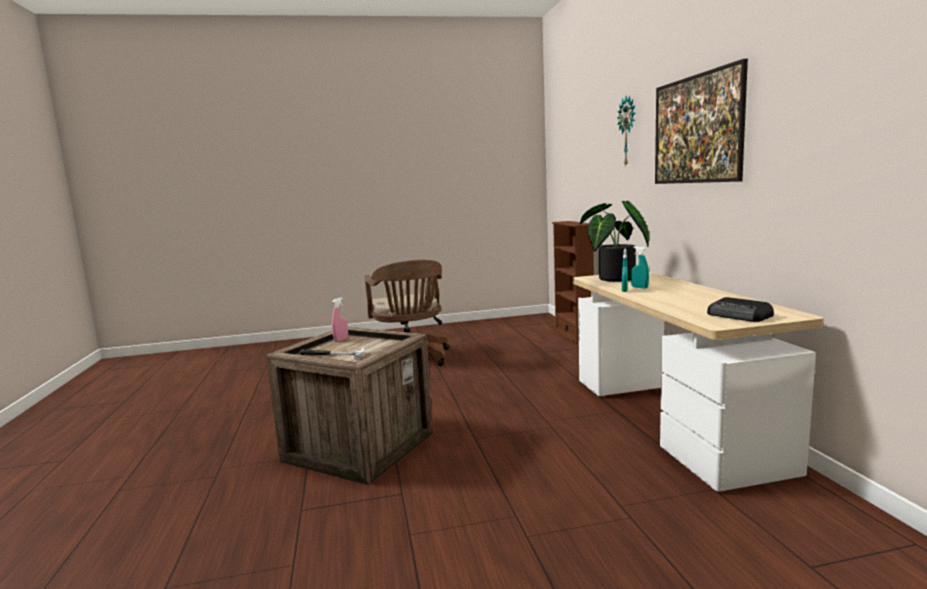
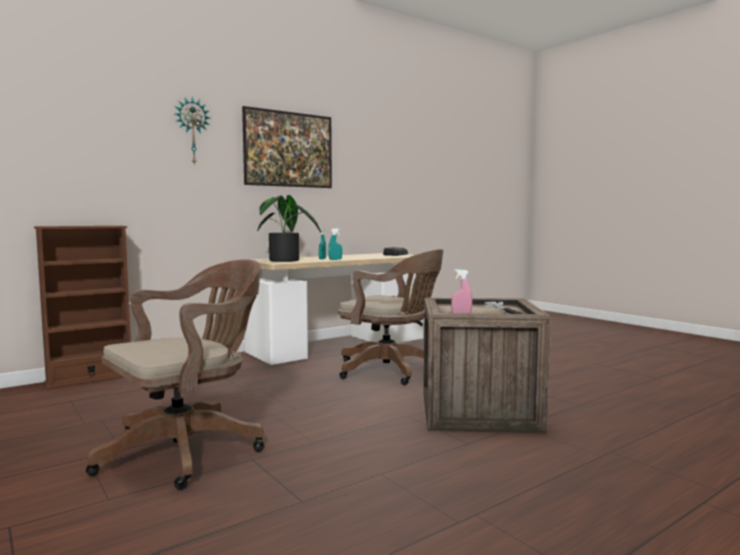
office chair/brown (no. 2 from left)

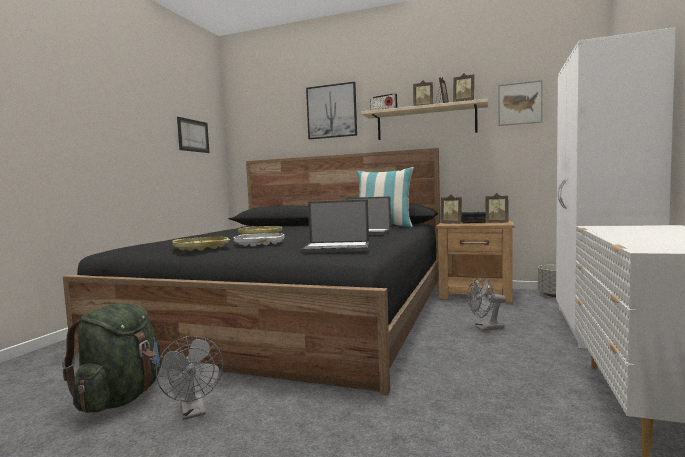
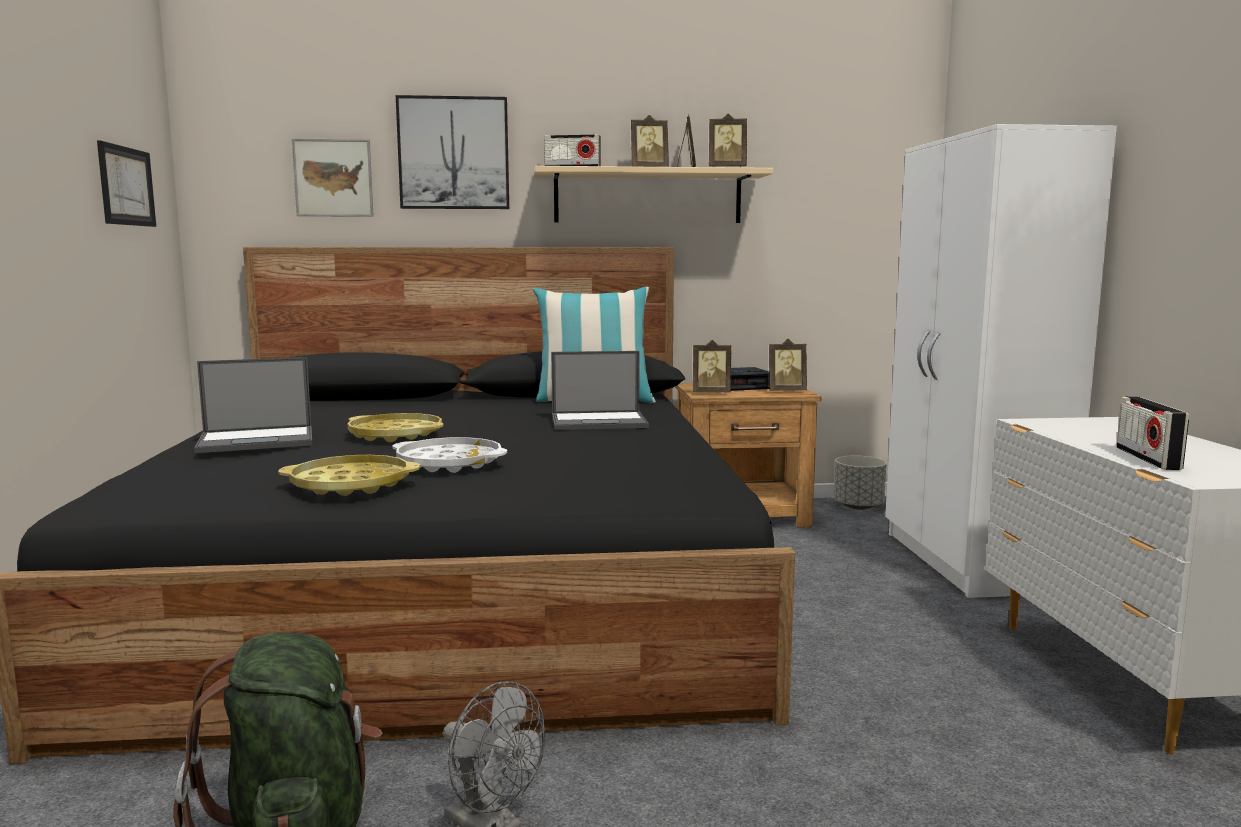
laptop (no. 1 from left)
fan/grey (no. 2 from left in the first image)
picture (no. 2 from left)
radio (no. 2 from left)

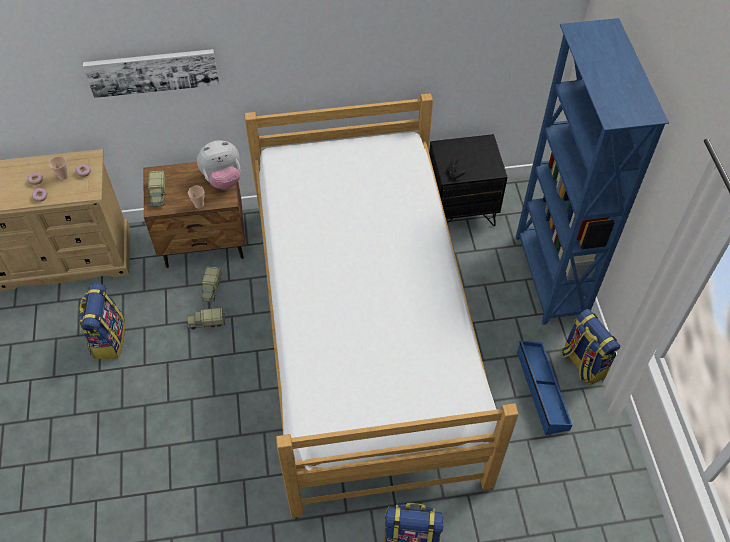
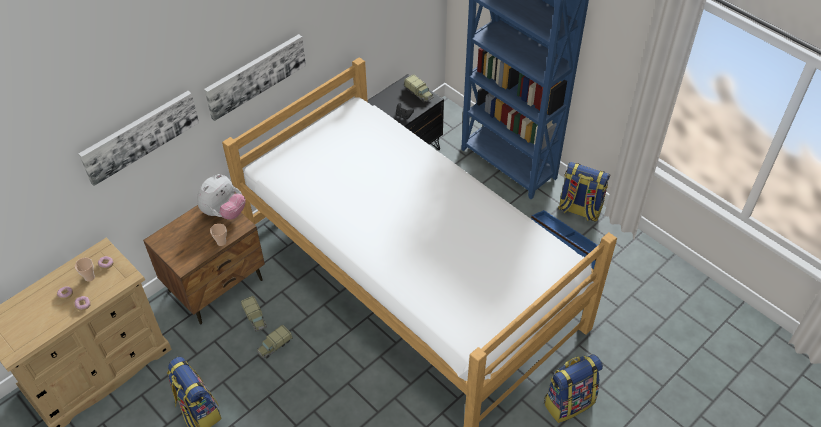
toy truck (no. 3 from left)
picture (no. 2 from left)

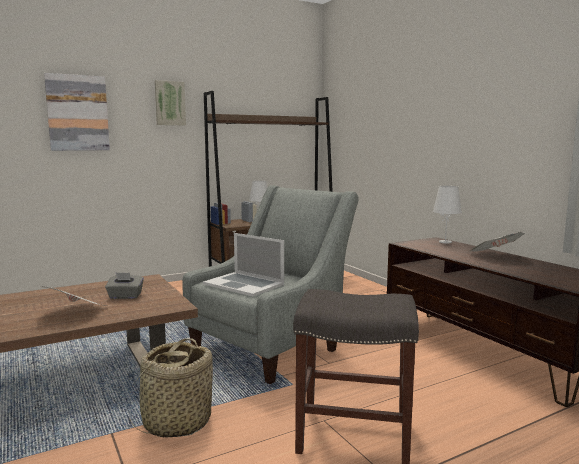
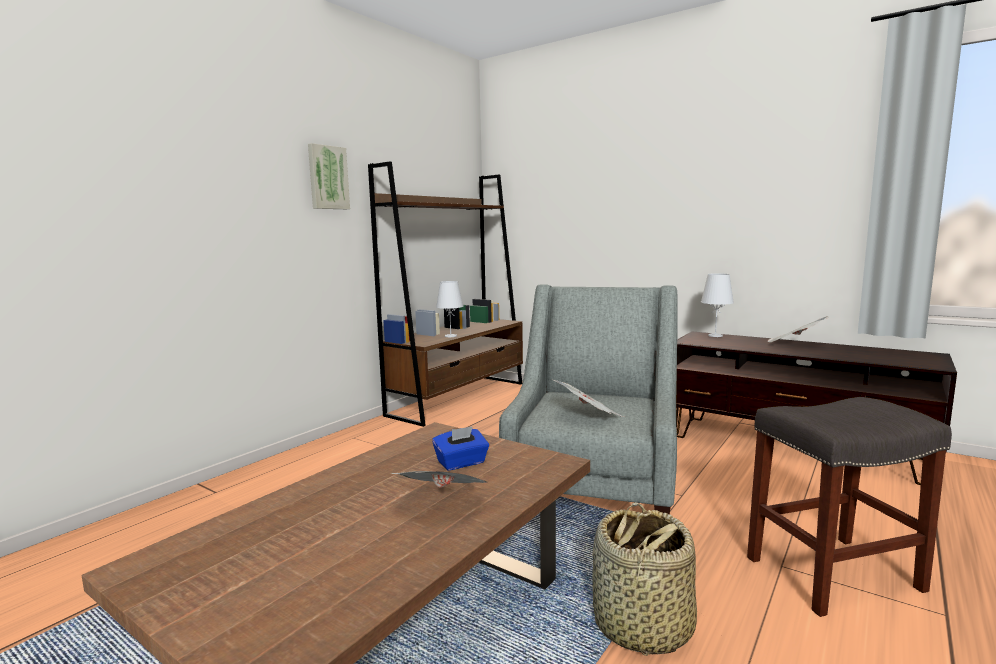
picture (no. 1 from left in the first image)
tissue box/blue
newspaper (no. 2 from left)

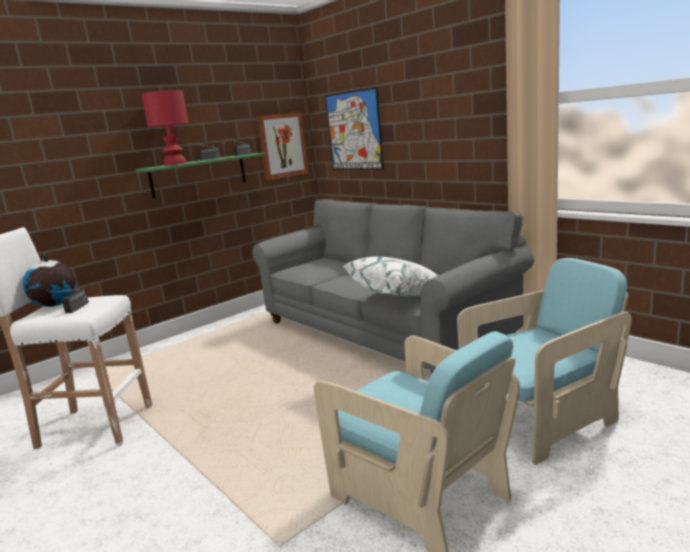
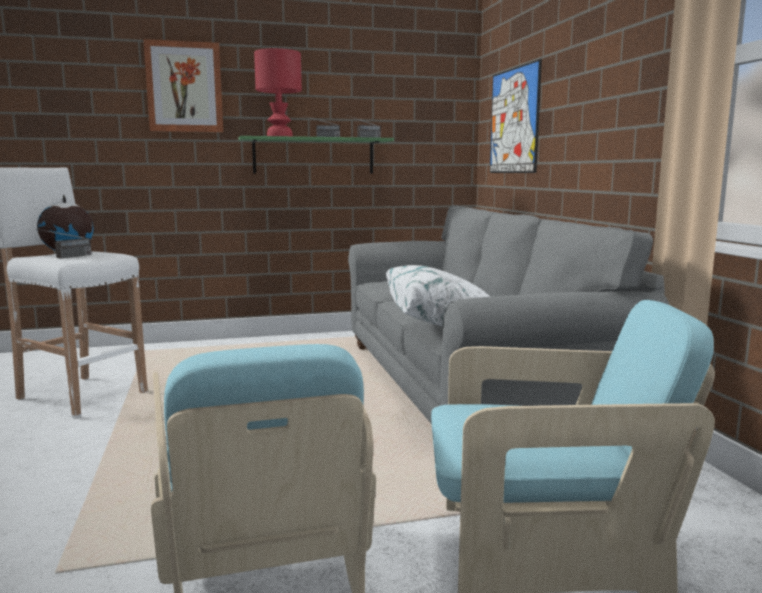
picture (no. 1 from left)

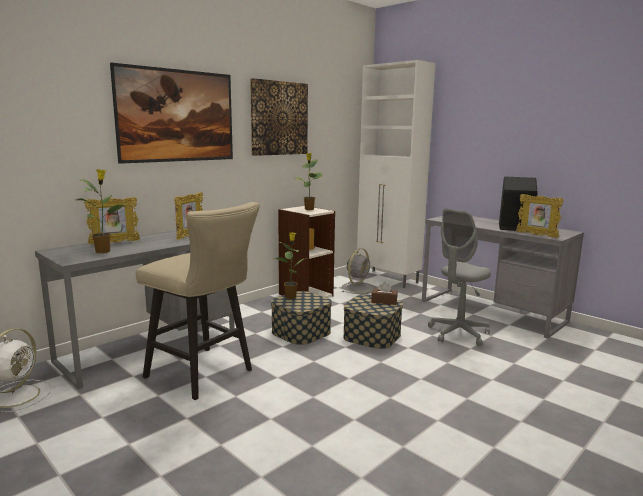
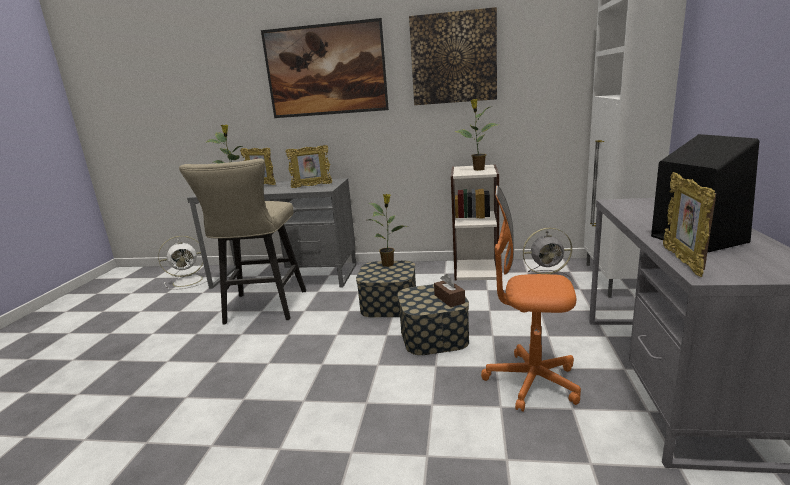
office chair/orange

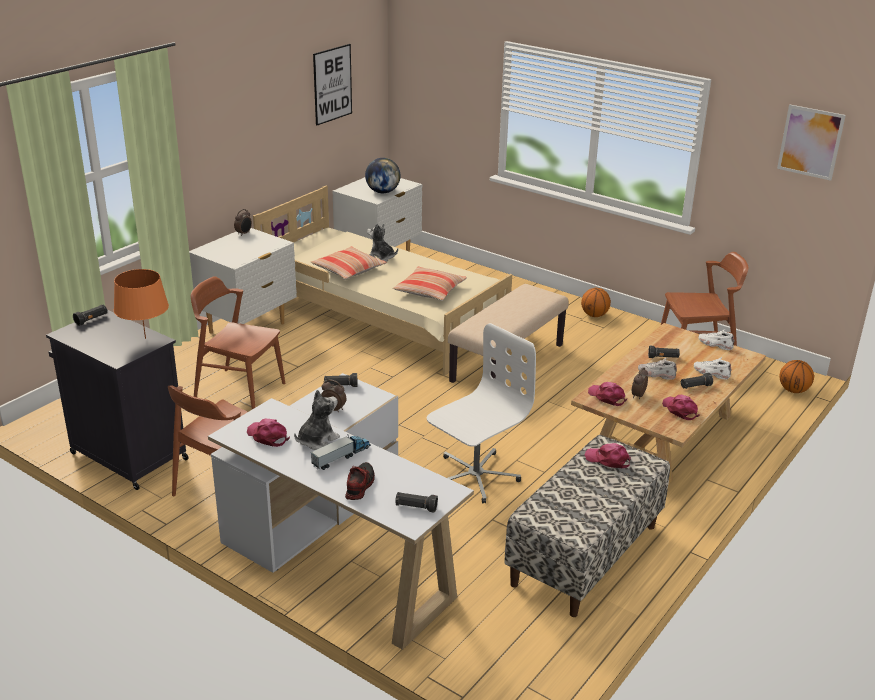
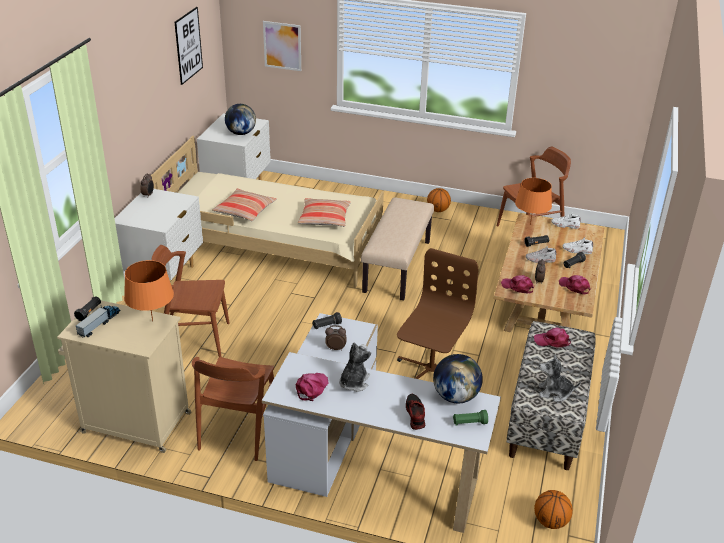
cabinet/beige
cap/pink (no. 1 from left)
toy truck
plush toy (no. 2 from left)
flashlight/green
office chair/brown
picture (no. 2 from left)
basketball (no. 2 from left)
globe (no. 2 from left)
table lamp/orange (no. 2 from left)

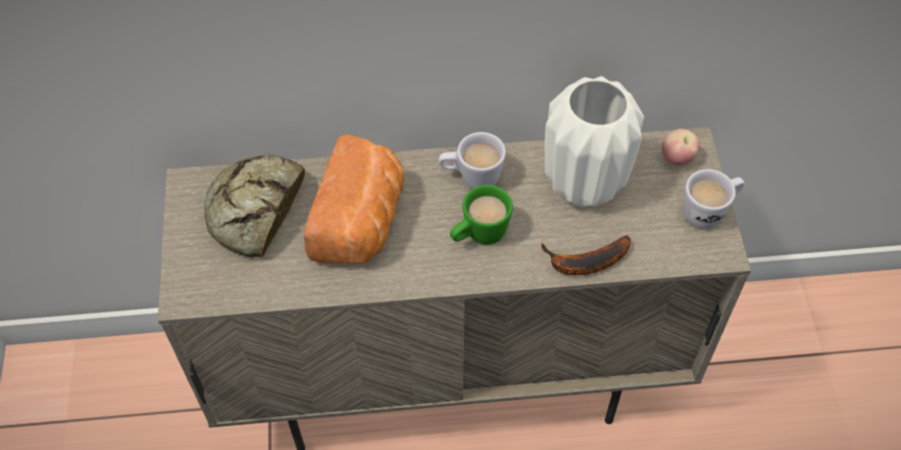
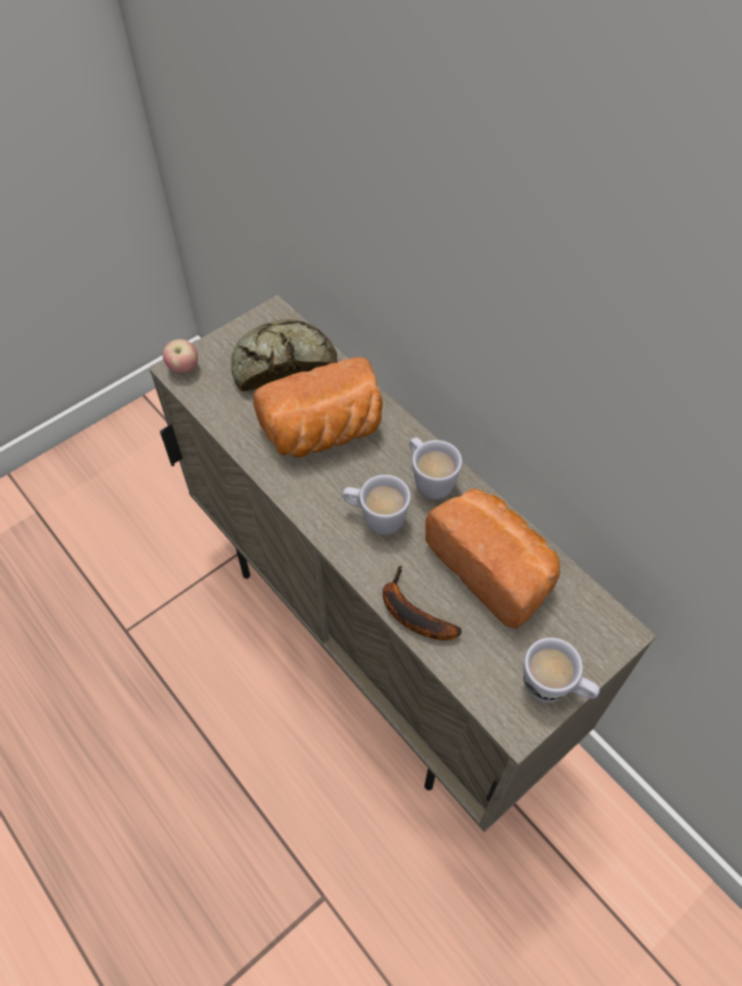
mug/white (no. 1 from left)
bread (no. 3 from left)
apple

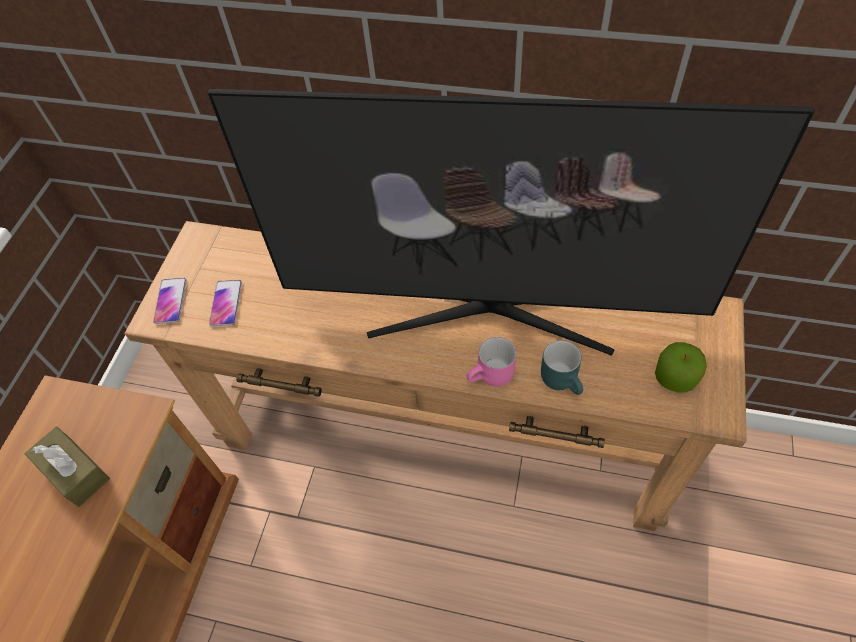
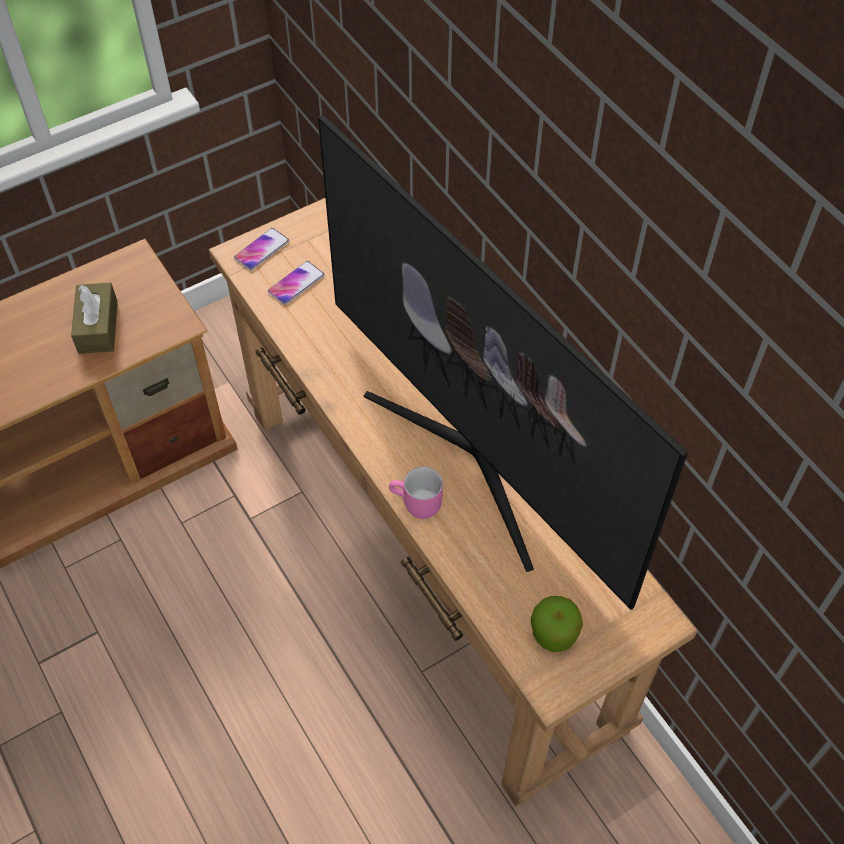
mug/turquoise

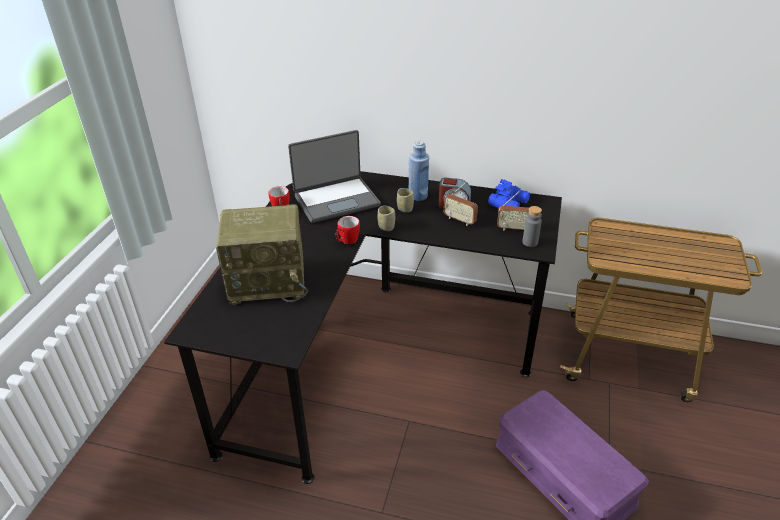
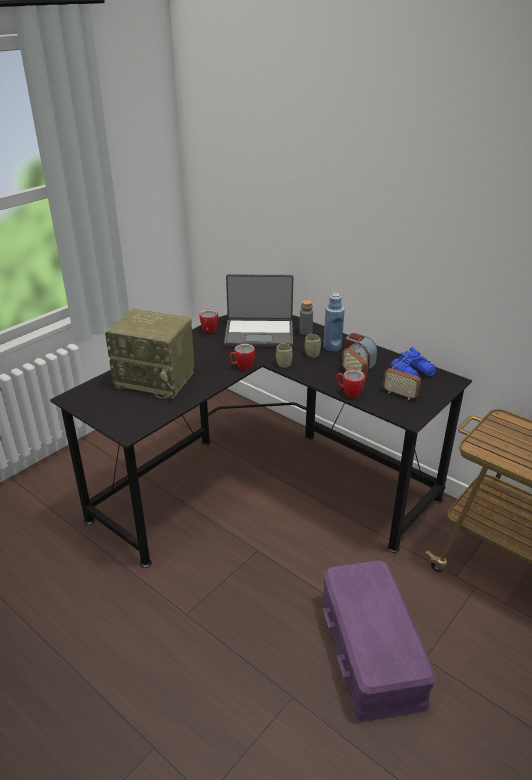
bottle/grey
mug (no. 3 from left)

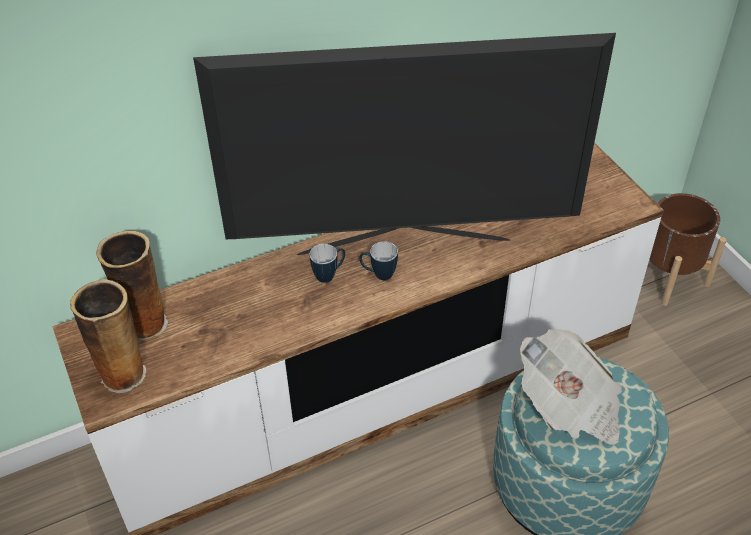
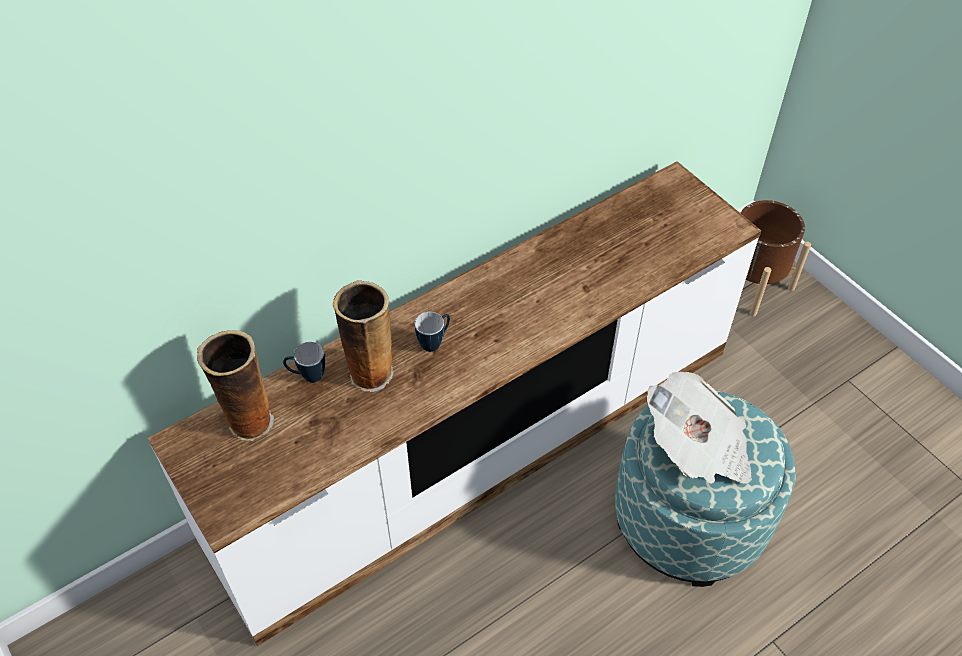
vase (no. 2 from left)
television
mug (no. 1 from left)

